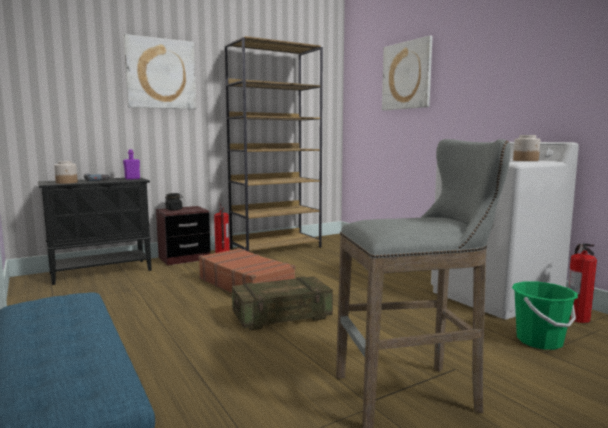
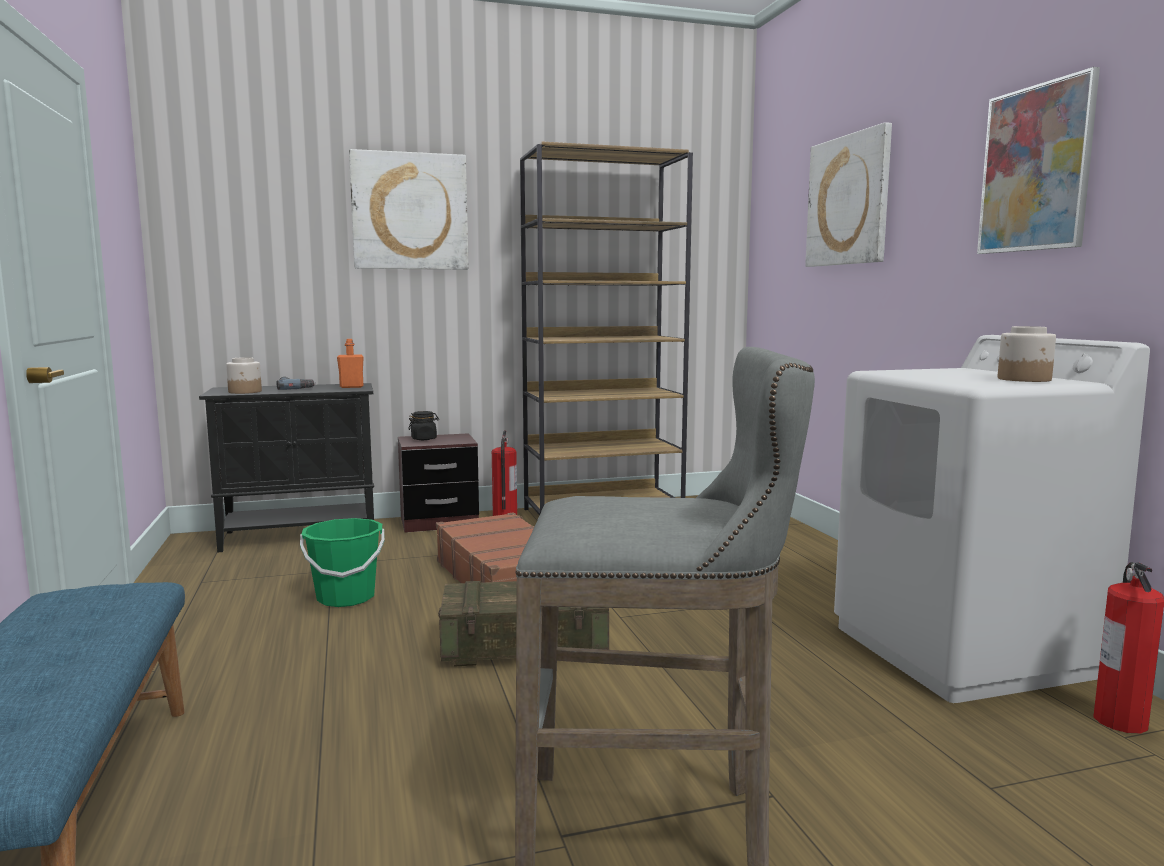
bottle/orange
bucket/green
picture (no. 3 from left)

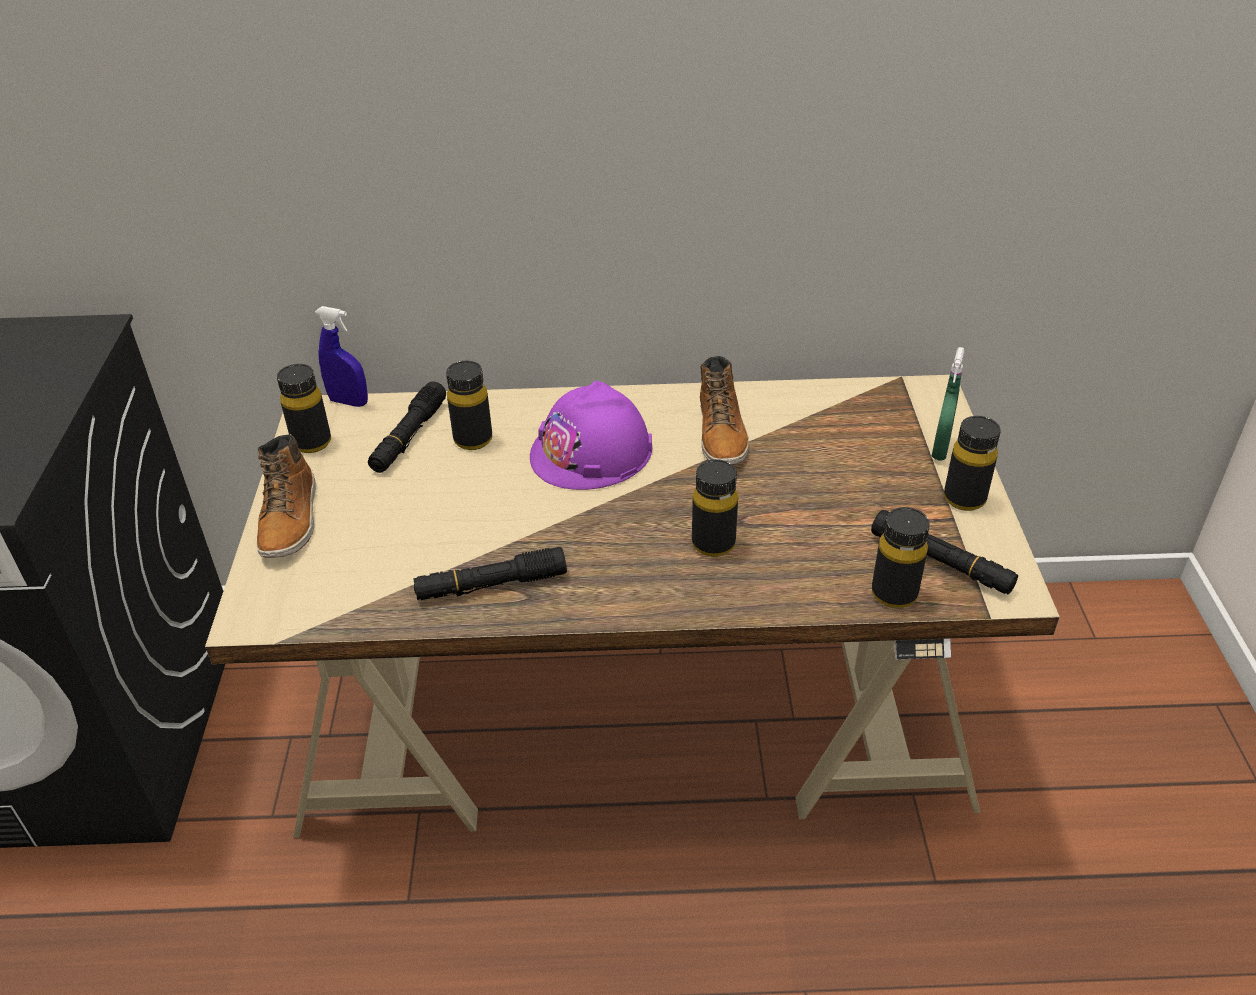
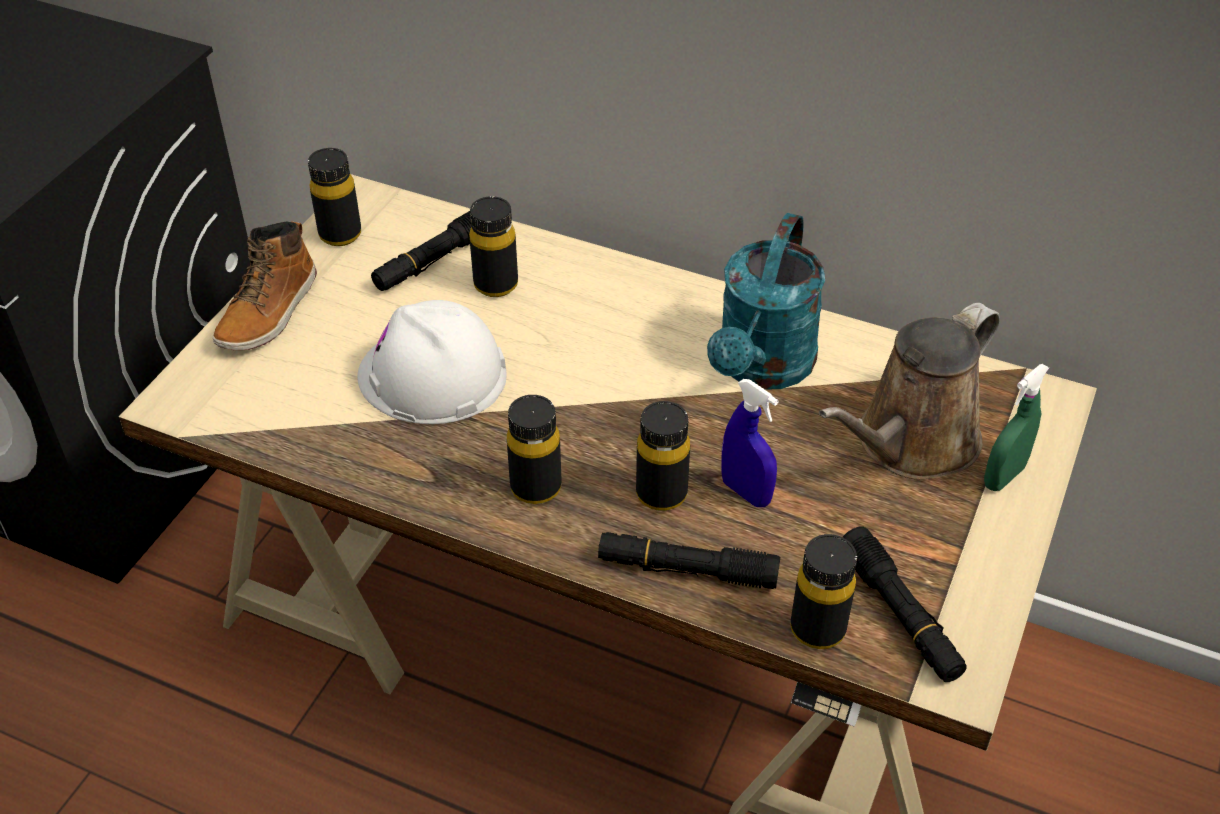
spray bottle/blue
flashlight/black (no. 2 from left)
hard hat/purple
watering can/turquoise
bottle/black (no. 3 from left)
hard hat/white
watering can/brown

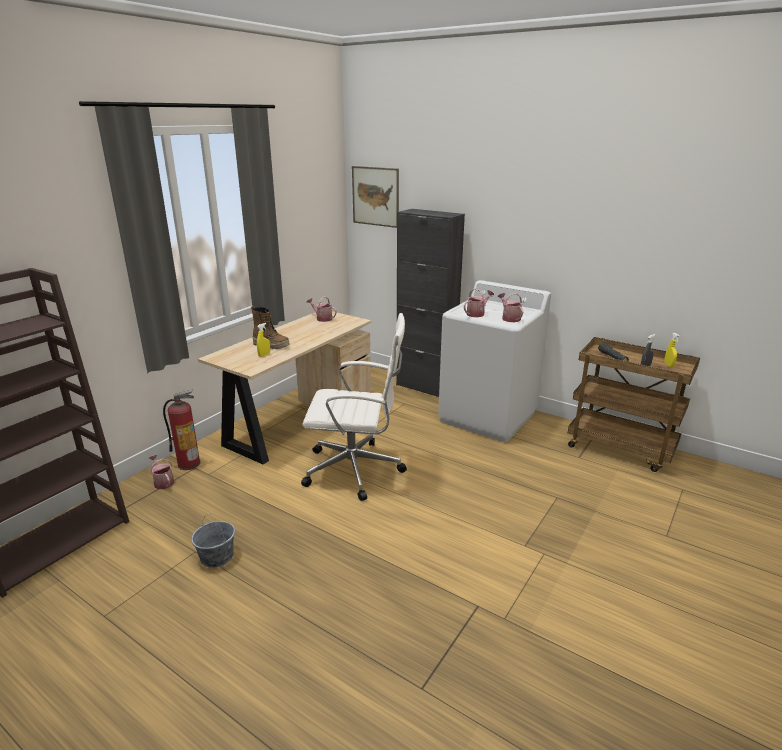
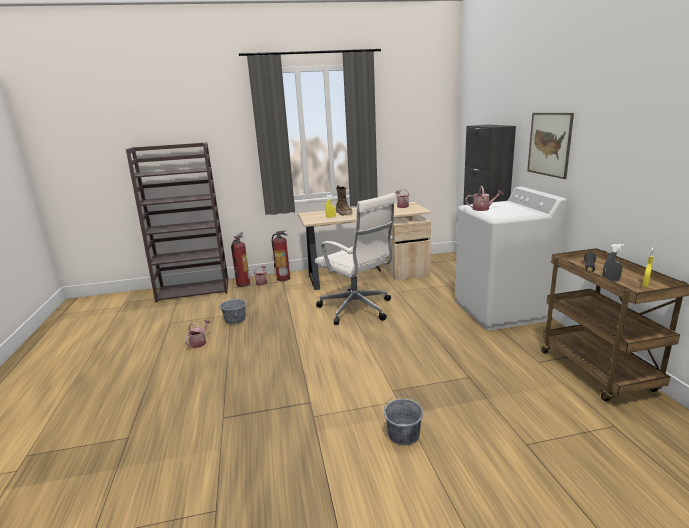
picture
watering can (no. 1 from left)
fire extinguisher (no. 1 from left)
bucket/grey (no. 2 from left)

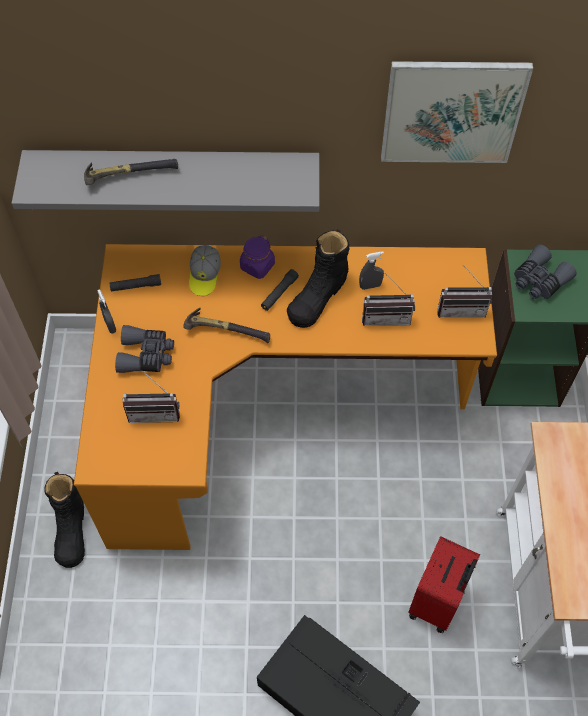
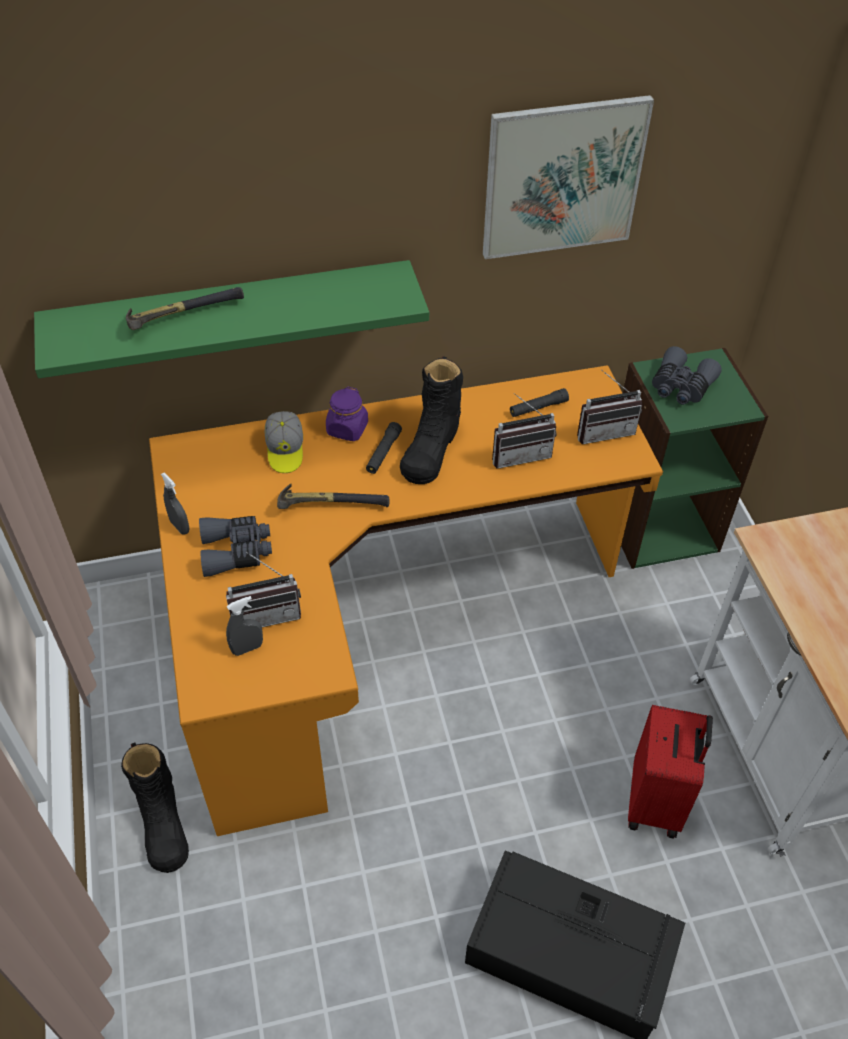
shelf/green
flashlight/black (no. 2 from left)
spray bottle/grey (no. 2 from left)

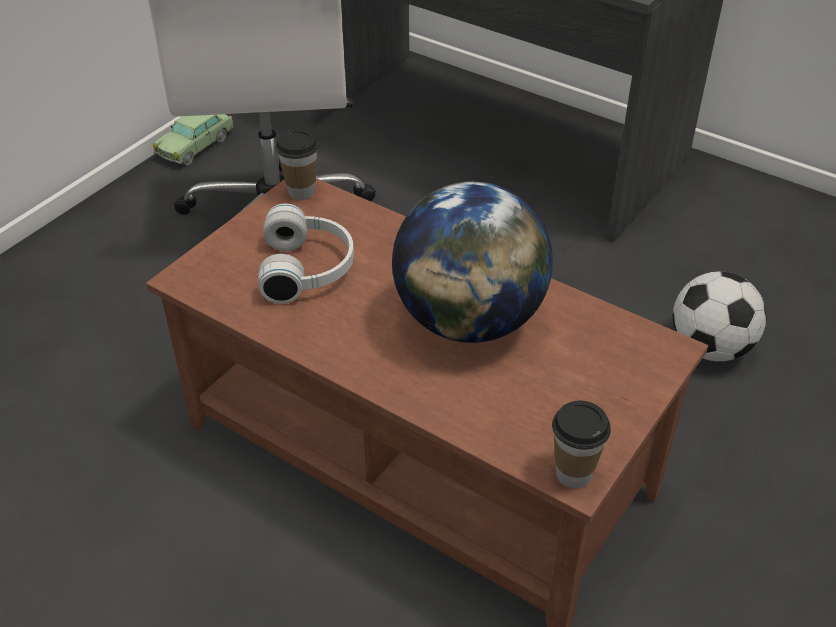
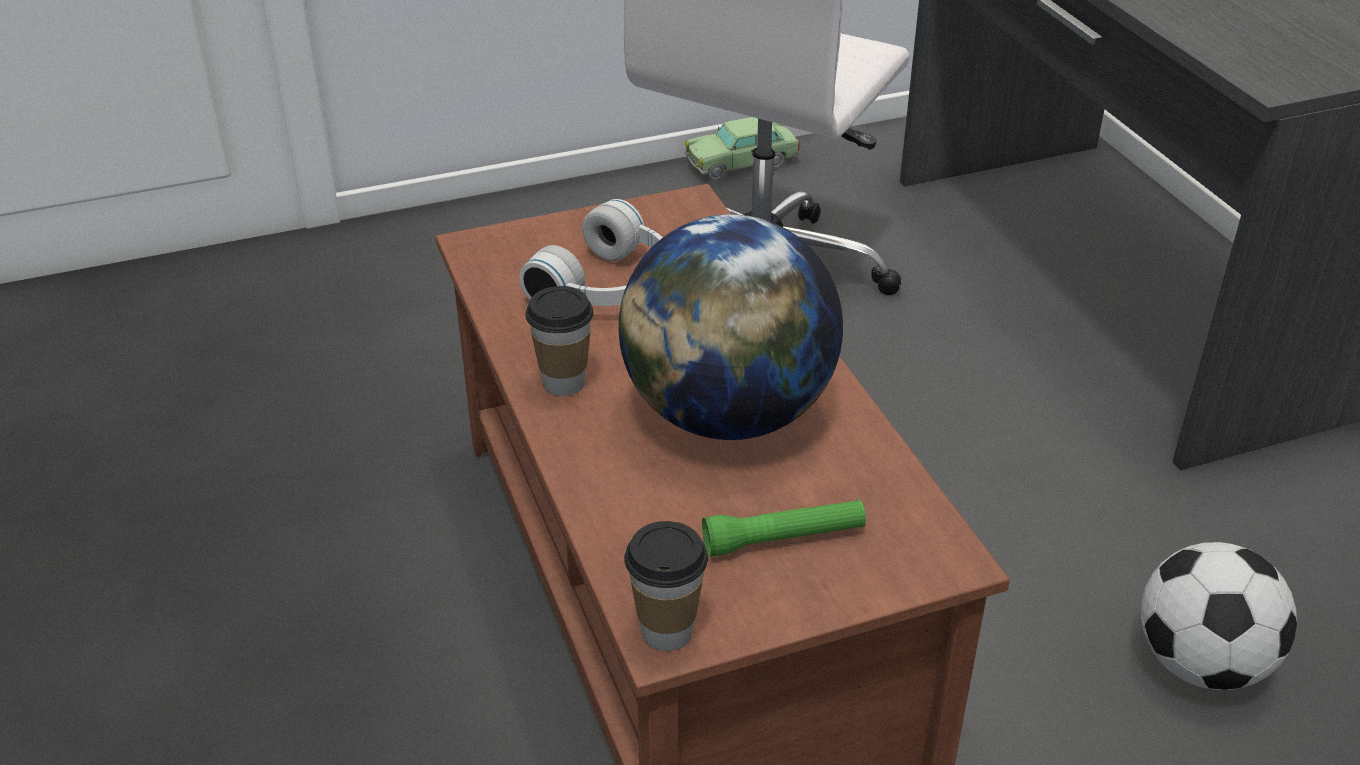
cup (no. 1 from left)
flashlight/green

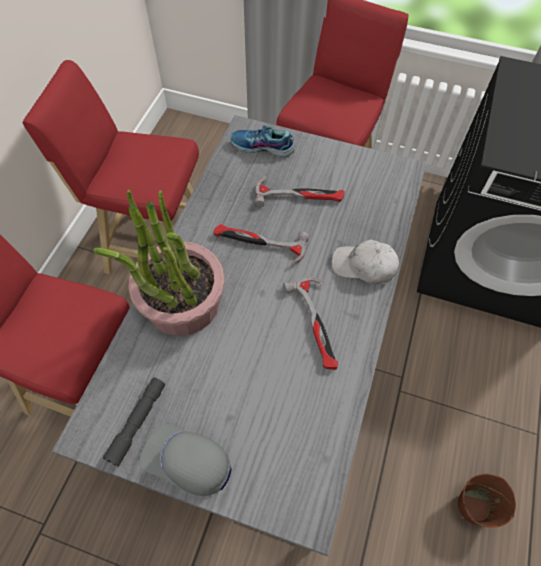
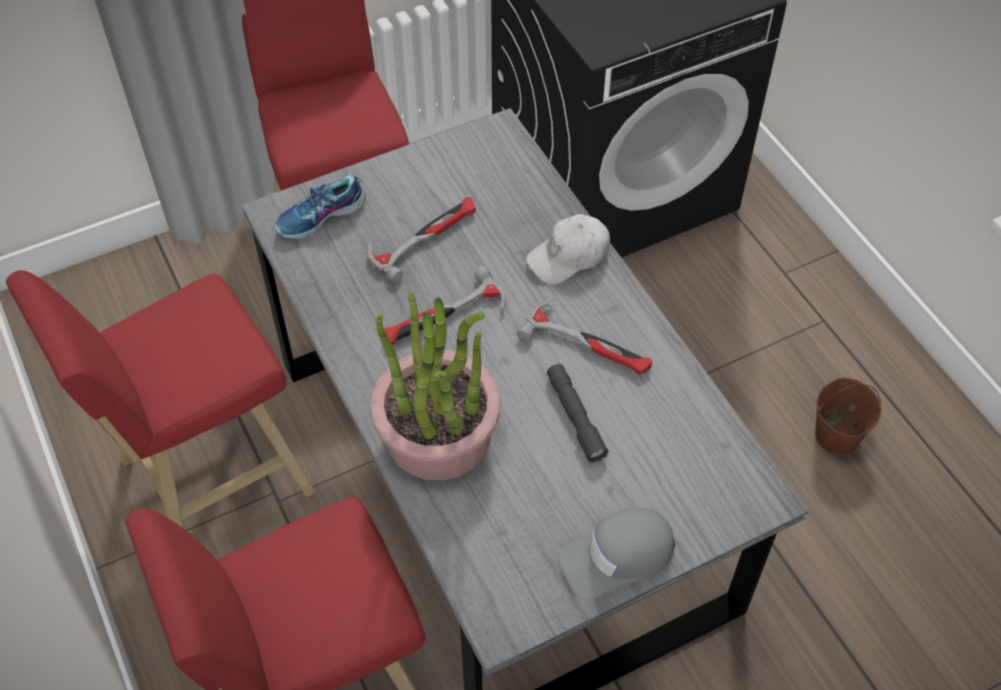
flashlight/grey

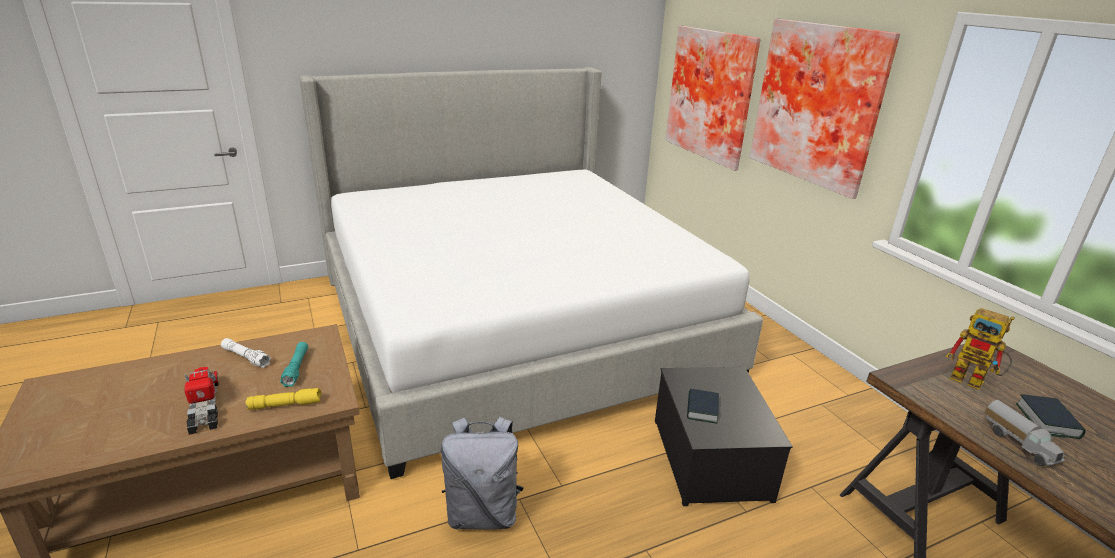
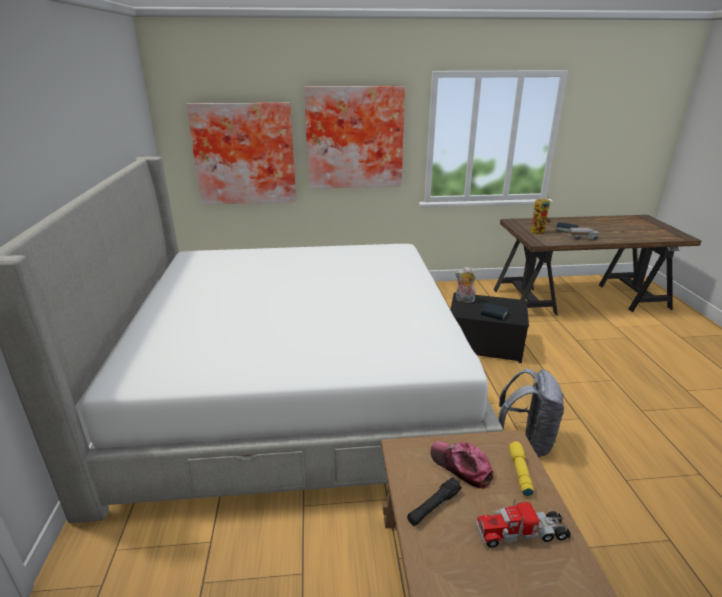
flashlight/black
cap
plush toy

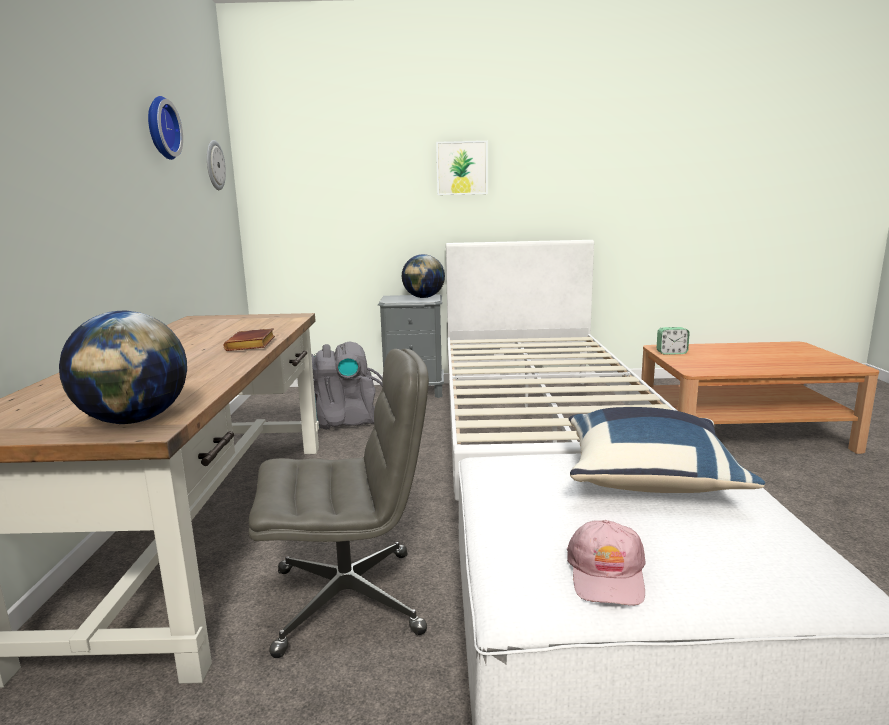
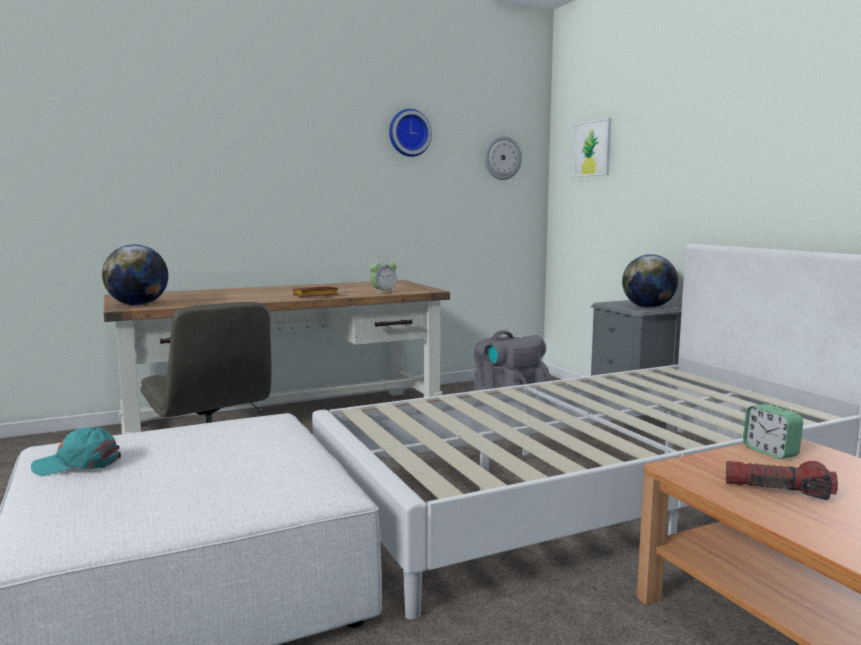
picture
cap/turquoise
pillow/blue
alarm clock (no. 1 from left)
flashlight

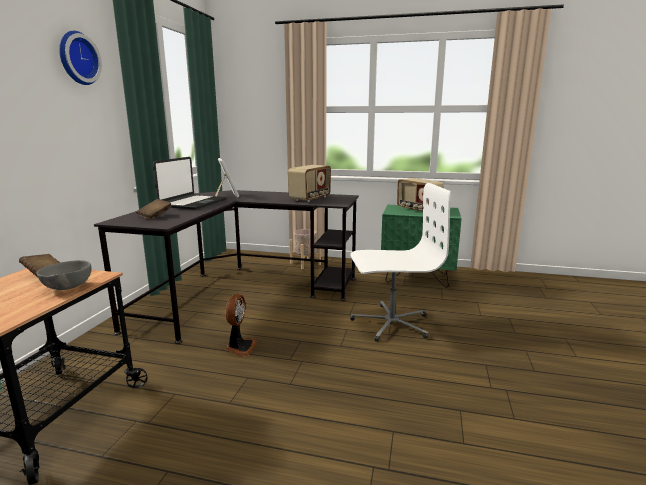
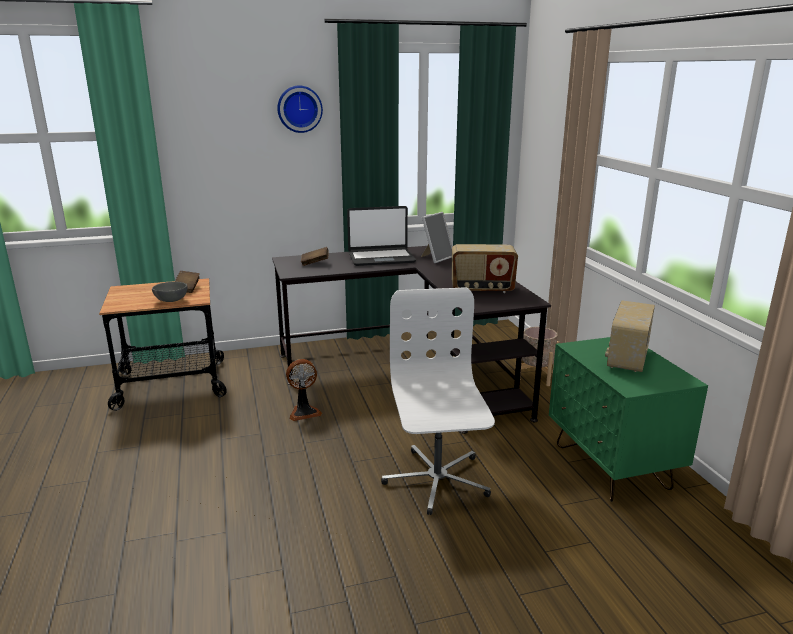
office chair/white

